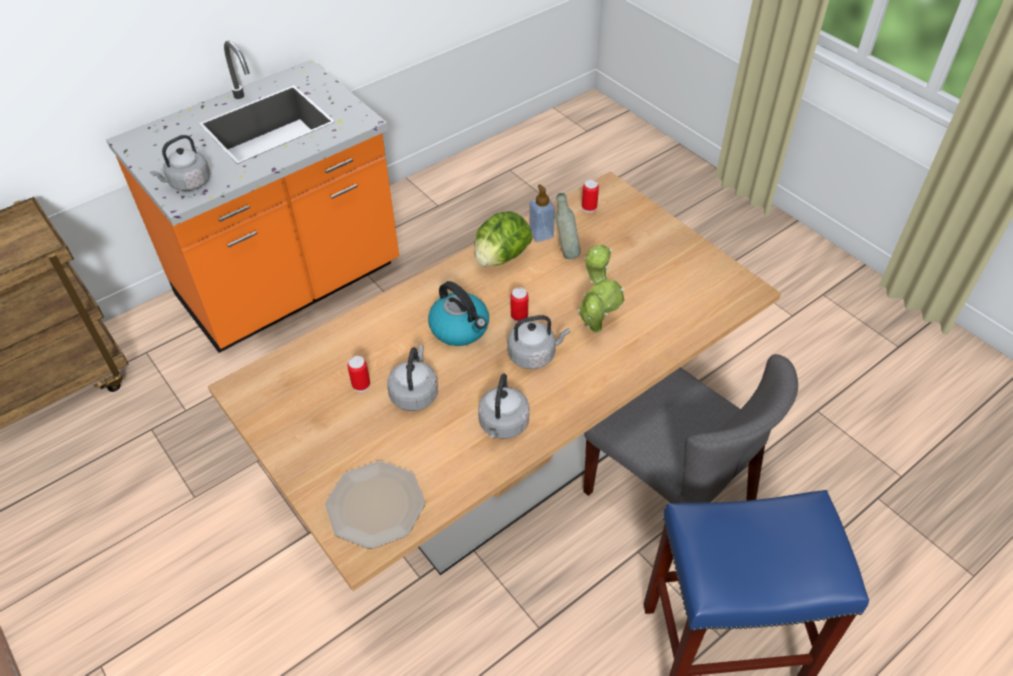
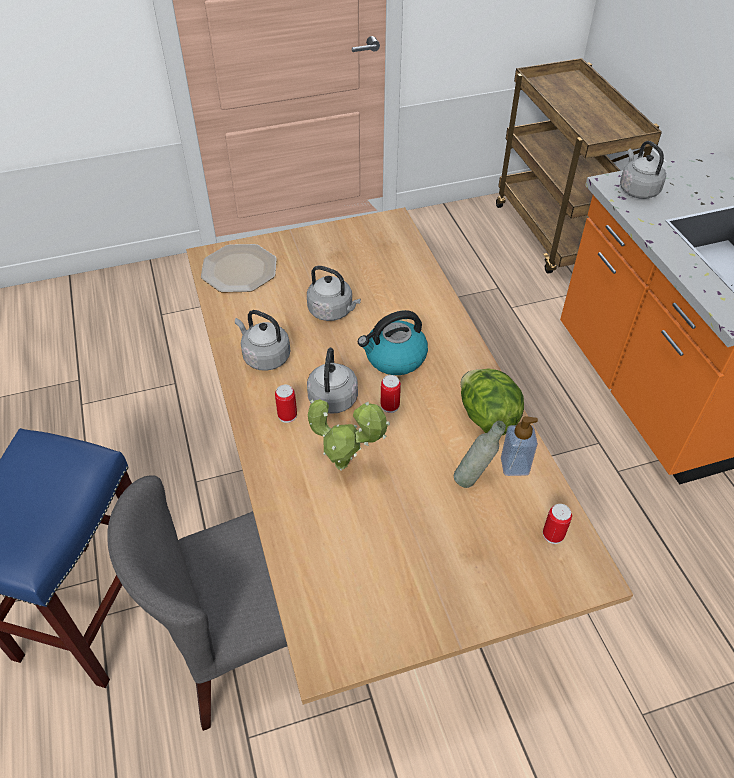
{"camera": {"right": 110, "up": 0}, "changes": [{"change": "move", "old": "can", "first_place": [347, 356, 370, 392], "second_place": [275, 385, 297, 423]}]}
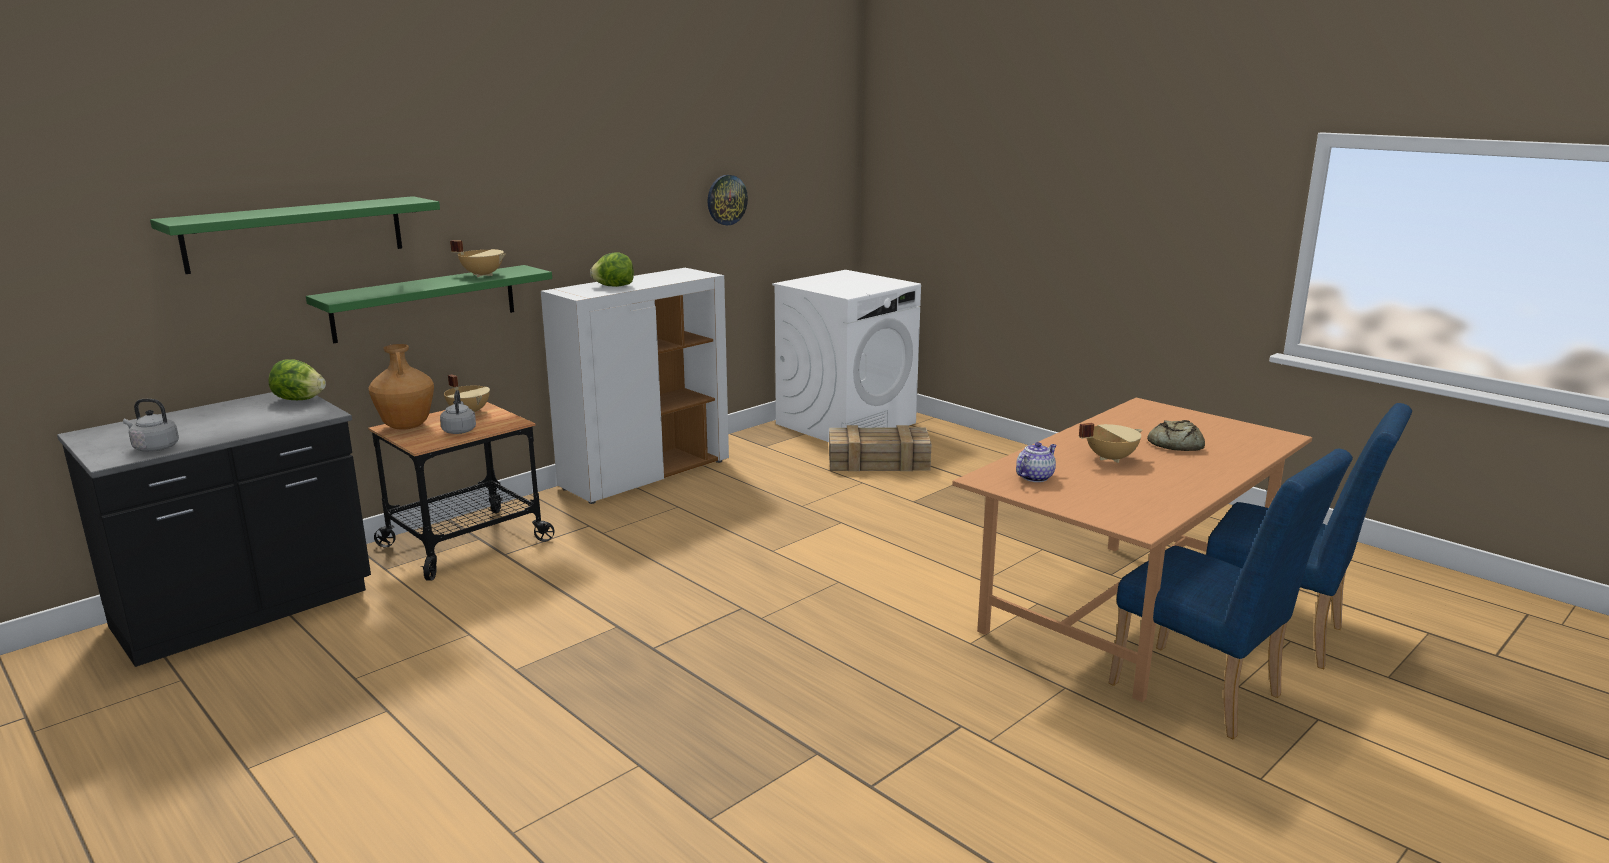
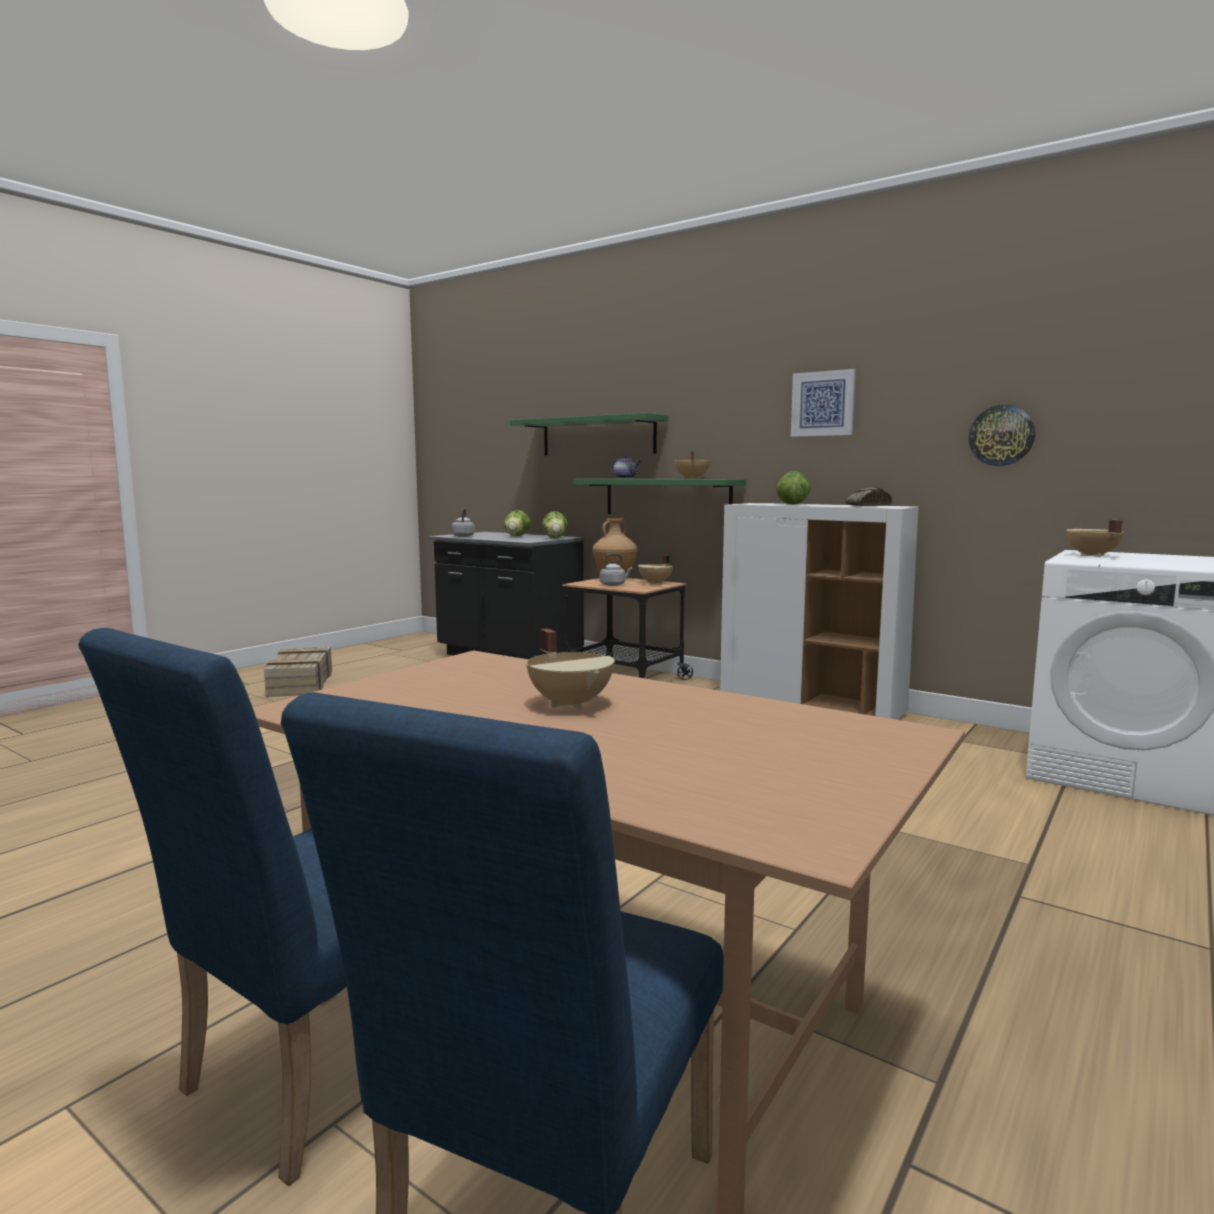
{"camera": {"right": 80, "up": -10}, "changes": [{"change": "insert", "new": "lettuce", "second_place": [504, 510, 531, 536]}, {"change": "insert", "new": "picture", "second_place": [791, 369, 856, 437]}, {"change": "insert", "new": "cooking pot (beige)", "second_place": [1066, 520, 1124, 557]}, {"change": "move", "old": "crate", "first_place": [829, 425, 931, 471], "second_place": [264, 646, 332, 697]}, {"change": "move", "old": "teapot", "first_place": [1016, 442, 1057, 482], "second_place": [609, 455, 641, 479]}, {"change": "move", "old": "bread", "first_place": [1147, 420, 1205, 451], "second_place": [846, 487, 892, 506]}]}
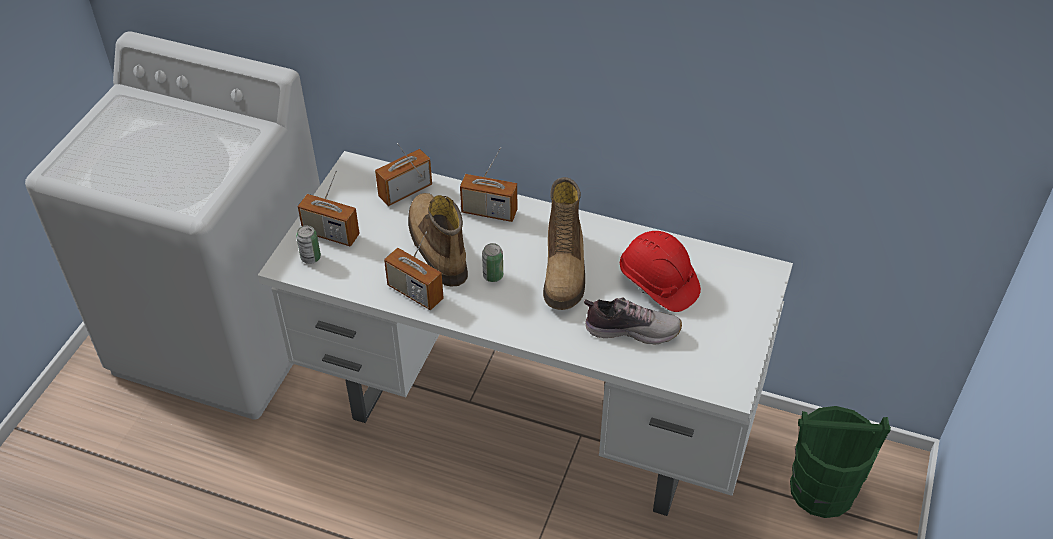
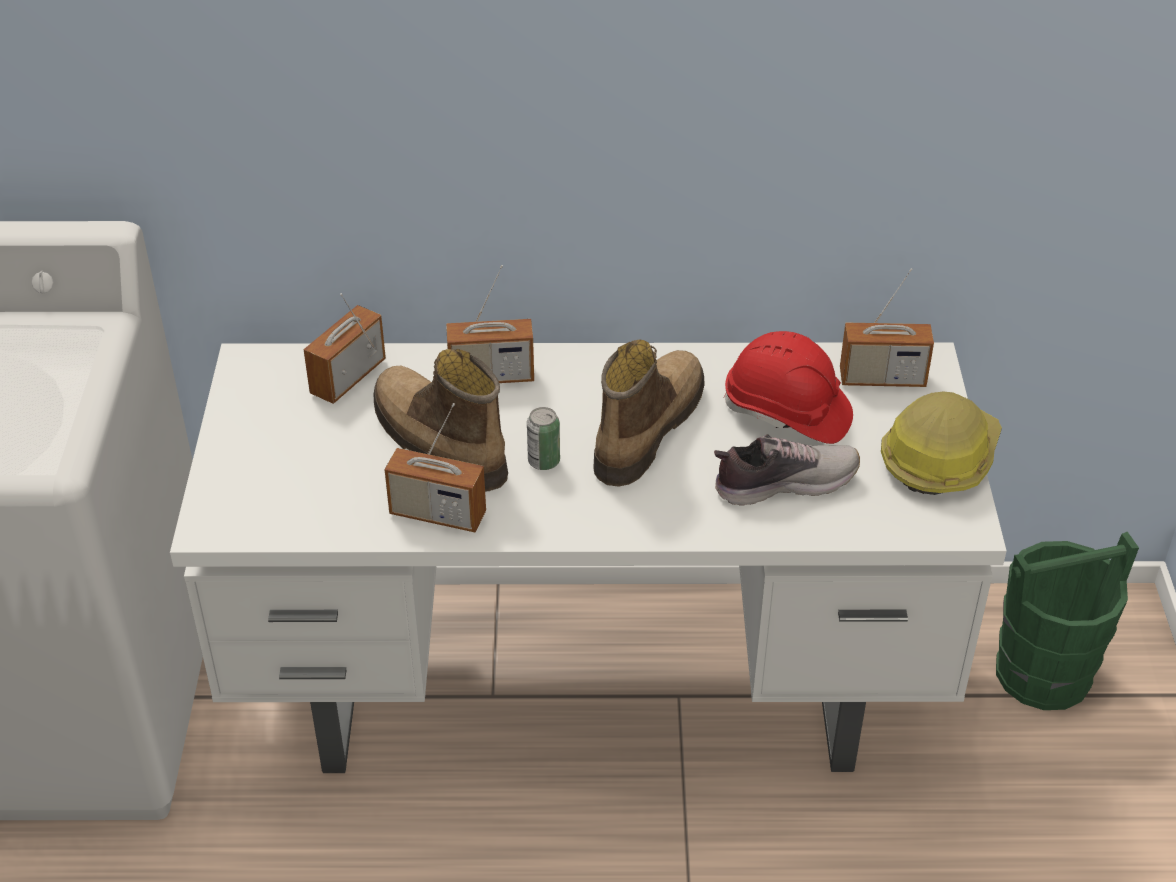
{"camera": {"right": -20, "up": -5}, "changes": [{"change": "delete", "old": "can", "first_place": [296, 225, 321, 264]}, {"change": "insert", "new": "hard hat", "second_place": [881, 392, 1002, 495]}, {"change": "move", "old": "radio", "first_place": [298, 170, 360, 247], "second_place": [840, 268, 934, 387]}, {"change": "rotate", "old": "boot", "first_place": [543, 177, 585, 310], "second_place": [594, 339, 704, 487], "degrees": -135}]}
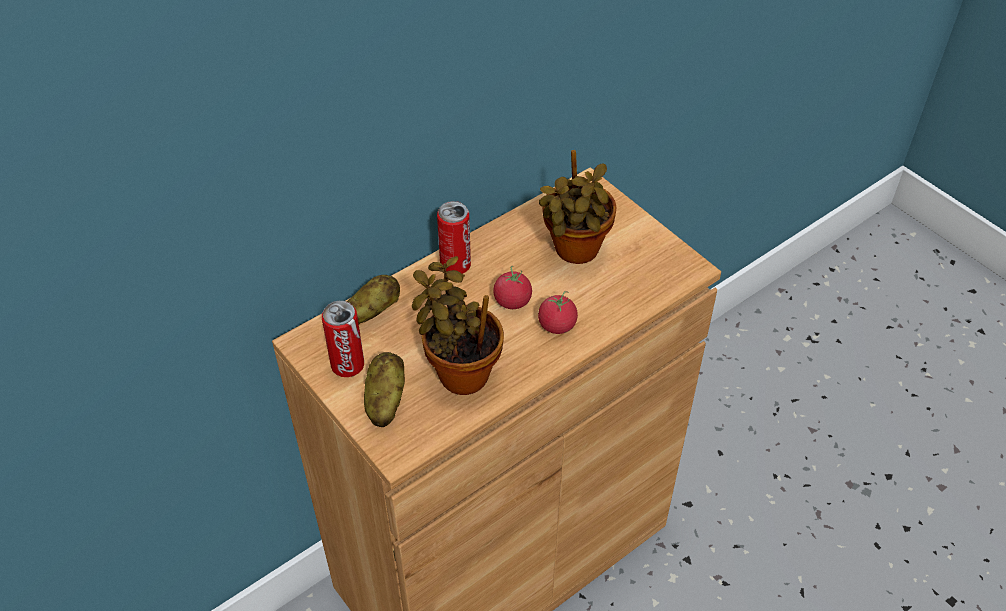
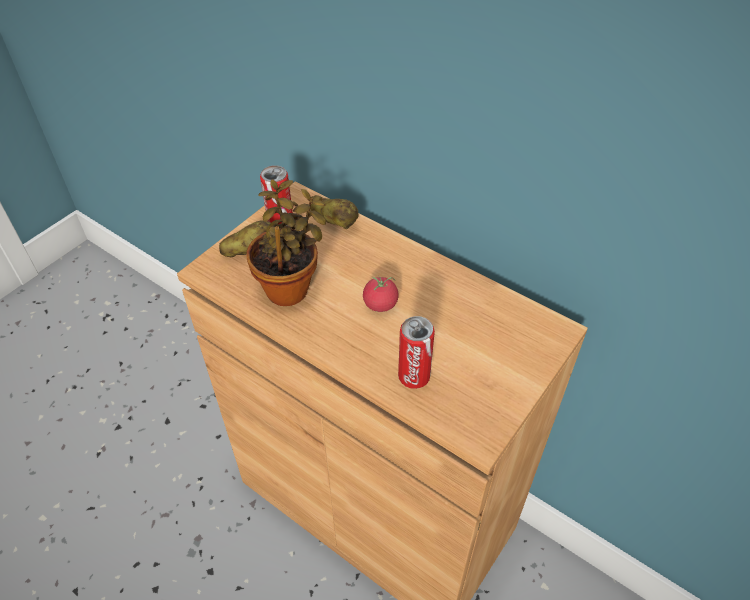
{"camera": {"right": 75, "up": 0}, "changes": [{"change": "delete", "old": "tomato", "first_place": [538, 291, 578, 334]}, {"change": "delete", "old": "potted plant", "first_place": [539, 150, 617, 264]}, {"change": "move", "old": "can", "first_place": [437, 201, 471, 274], "second_place": [398, 316, 435, 389]}]}
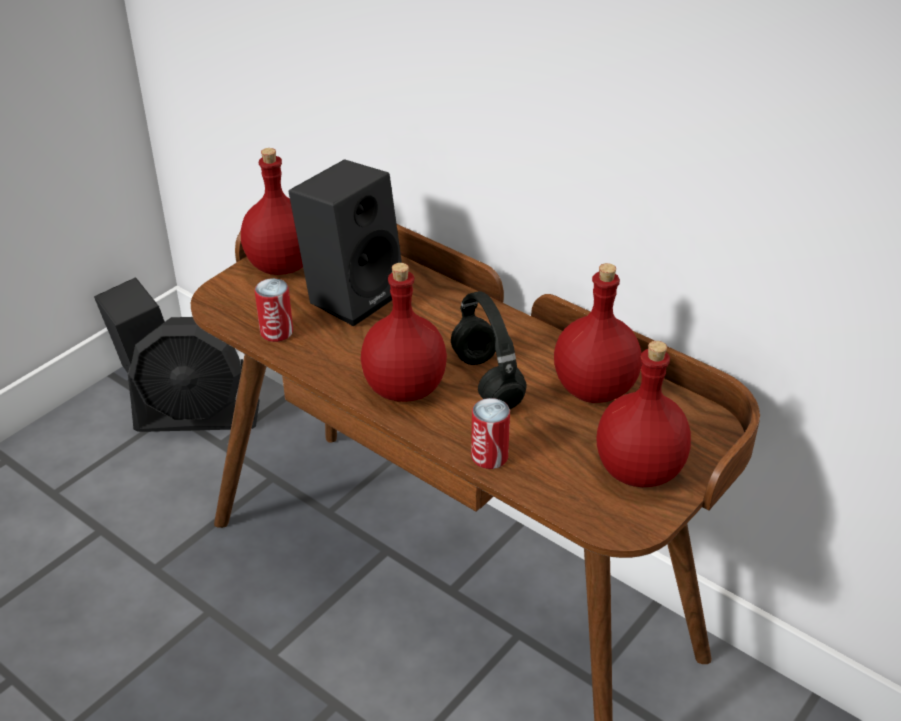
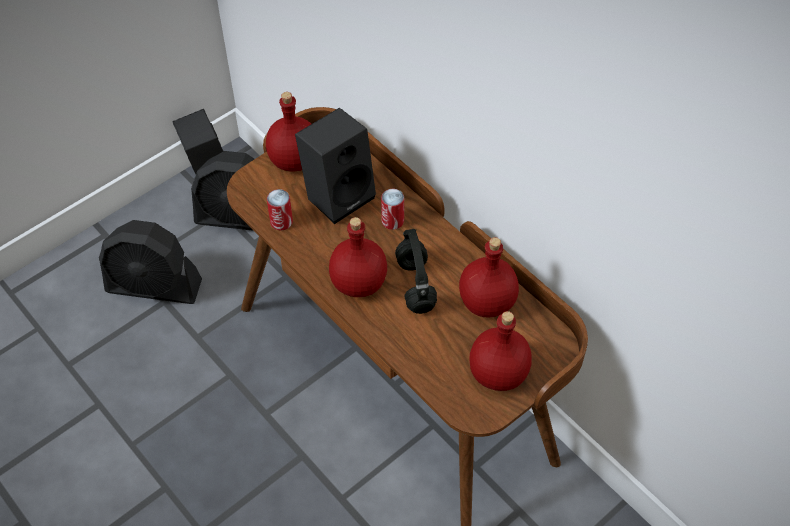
{"camera": {"right": 10, "up": 15}, "changes": [{"change": "insert", "new": "fan (black)", "second_place": [99, 220, 202, 304]}, {"change": "move", "old": "can", "first_place": [471, 398, 510, 469], "second_place": [381, 189, 404, 230]}]}
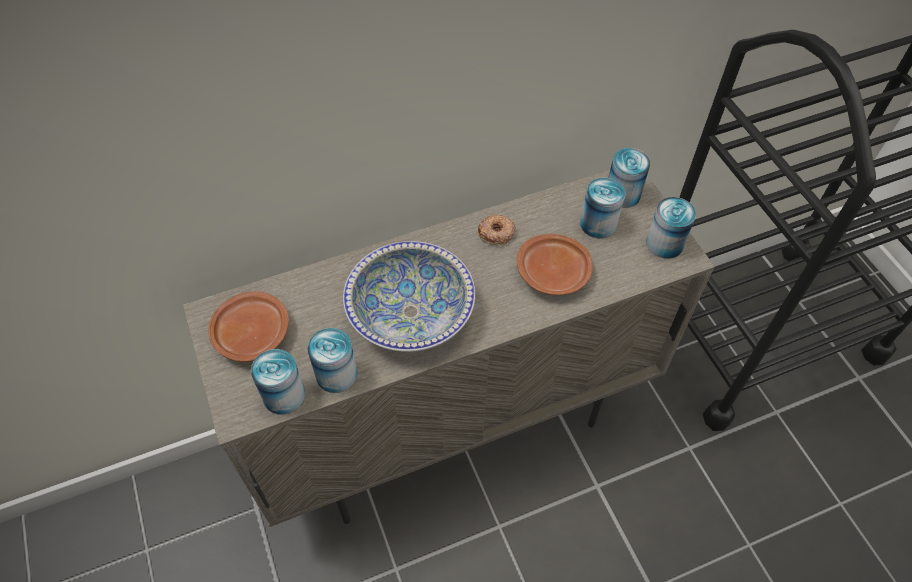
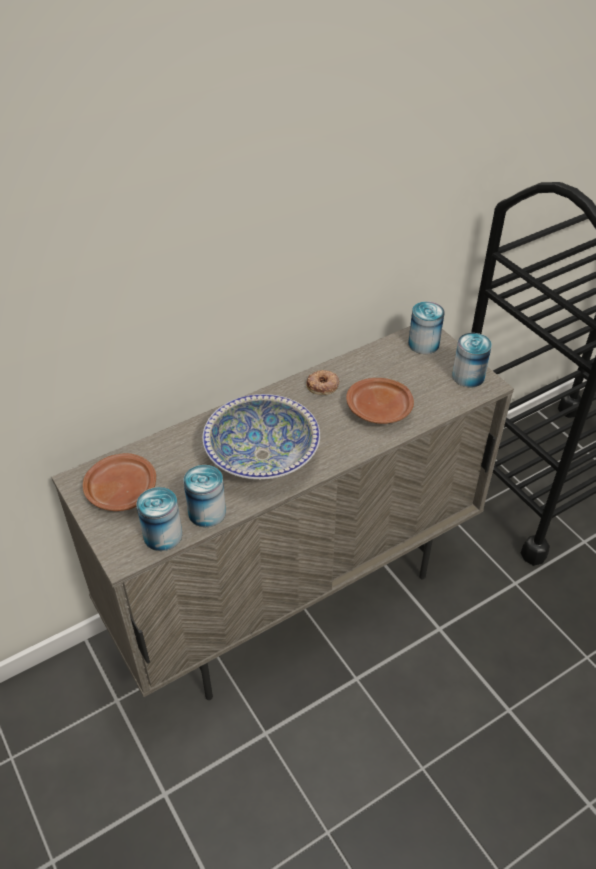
{"camera": {"right": -10, "up": -10}, "changes": [{"change": "delete", "old": "can", "first_place": [580, 178, 625, 239]}]}
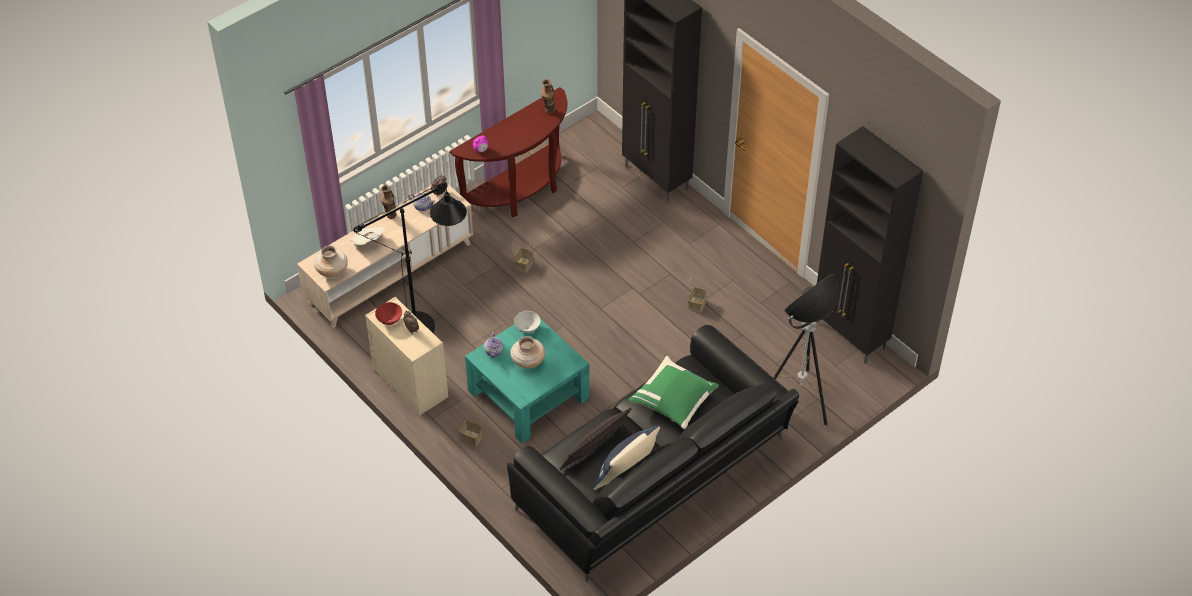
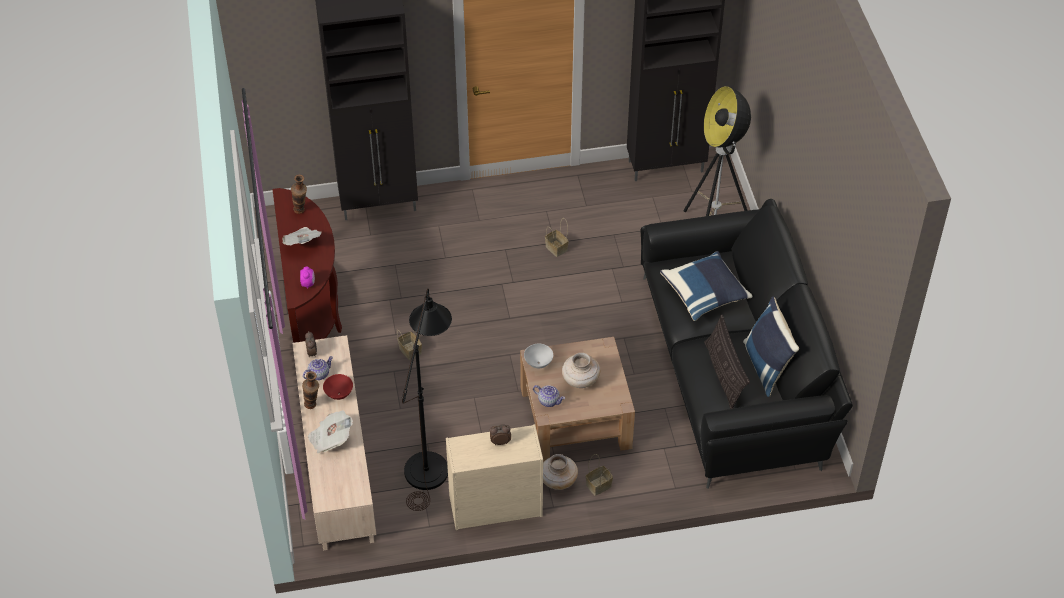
{"camera": {"right": -60, "up": 0}, "changes": [{"change": "insert", "new": "newspaper", "second_place": [282, 227, 322, 245]}, {"change": "move", "old": "vase (beige)", "first_place": [314, 245, 348, 277], "second_place": [543, 454, 578, 490]}, {"change": "move", "old": "bowl (red)", "first_place": [375, 302, 402, 325], "second_place": [323, 374, 353, 400]}, {"change": "recolor", "old": "coffee table (turquoise)", "new": "coffee table (brown)", "first_place": [465, 319, 590, 444], "second_place": [520, 337, 635, 462]}, {"change": "recolor", "old": "pillow (green)", "new": "pillow (blue)", "first_place": [629, 356, 719, 429], "second_place": [660, 251, 753, 321]}]}
